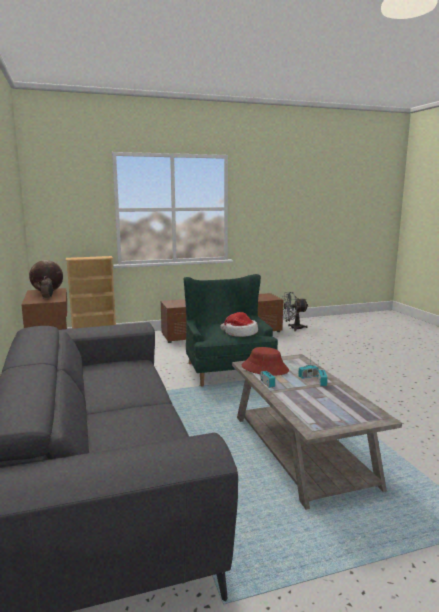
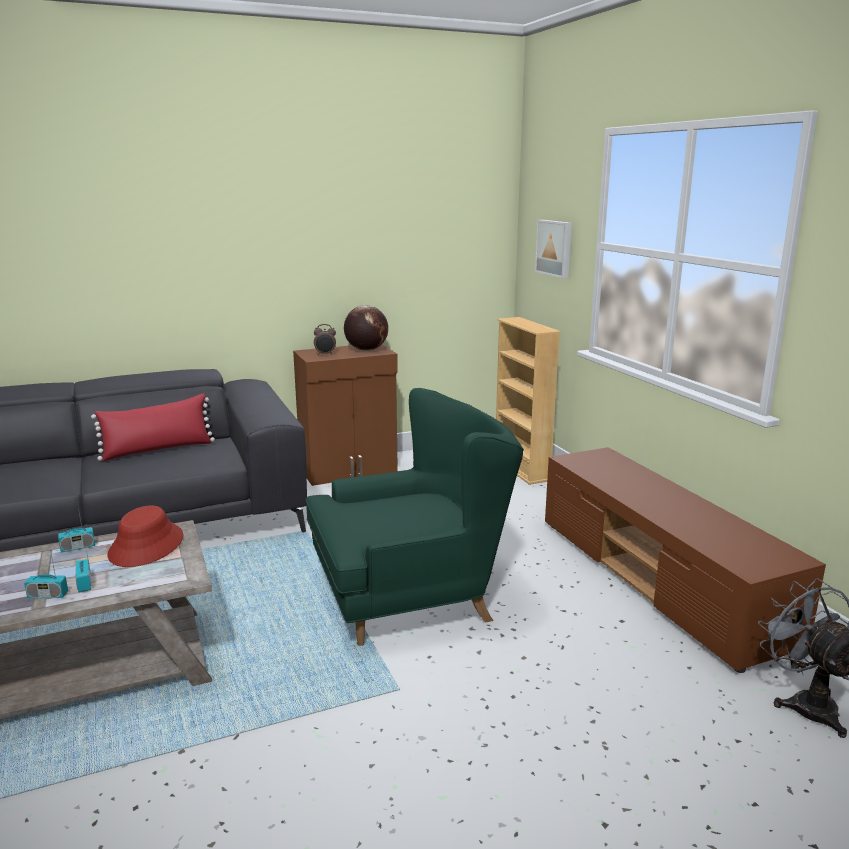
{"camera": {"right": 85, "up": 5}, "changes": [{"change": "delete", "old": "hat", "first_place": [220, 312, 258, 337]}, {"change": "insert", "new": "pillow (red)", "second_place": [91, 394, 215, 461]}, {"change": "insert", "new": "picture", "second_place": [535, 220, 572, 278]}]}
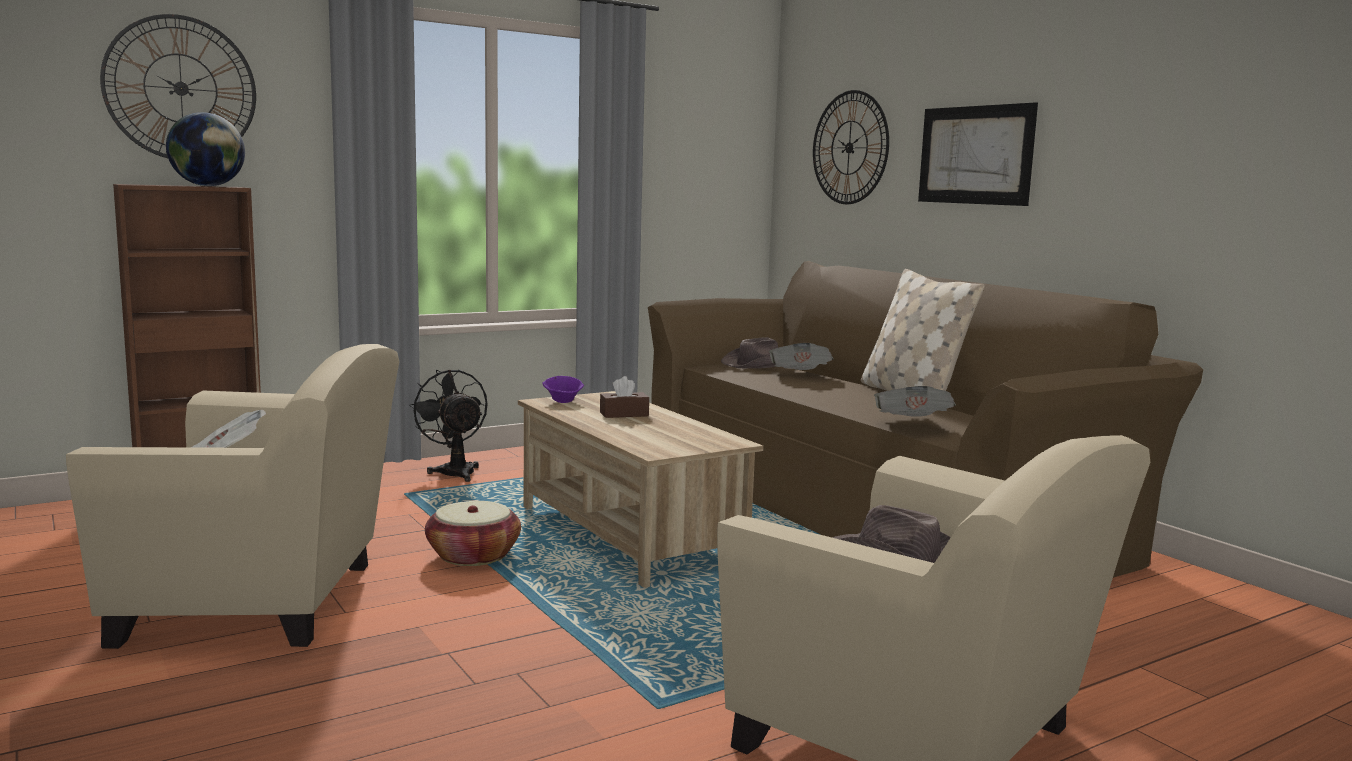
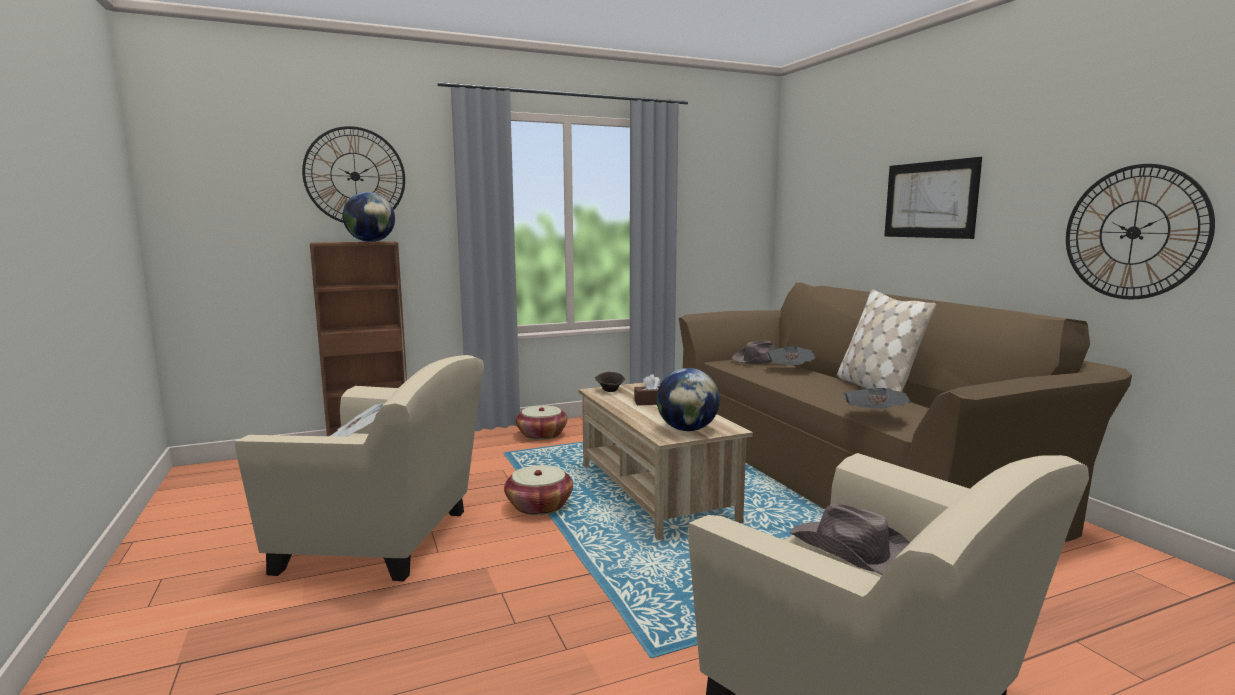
{"camera": {"right": 10, "up": 0}, "changes": [{"change": "insert", "new": "globe", "second_place": [656, 368, 720, 431]}, {"change": "move", "old": "wall clock", "first_place": [813, 90, 889, 204], "second_place": [1066, 164, 1215, 299]}, {"change": "replace", "old": "fan (black)", "new": "basket", "first_place": [409, 369, 488, 482], "second_place": [516, 406, 567, 440]}, {"change": "recolor", "old": "bowl (purple)", "new": "bowl (brown)", "first_place": [542, 376, 584, 403], "second_place": [595, 372, 625, 392]}]}
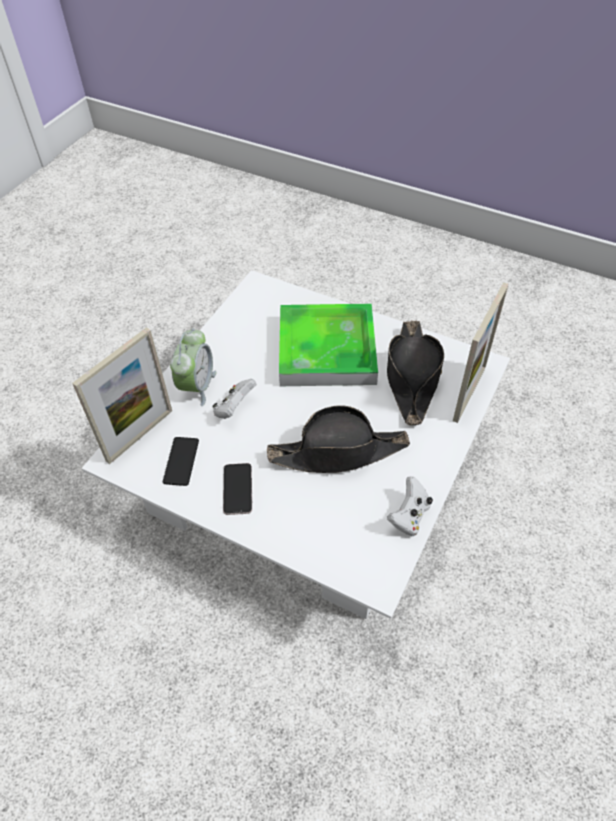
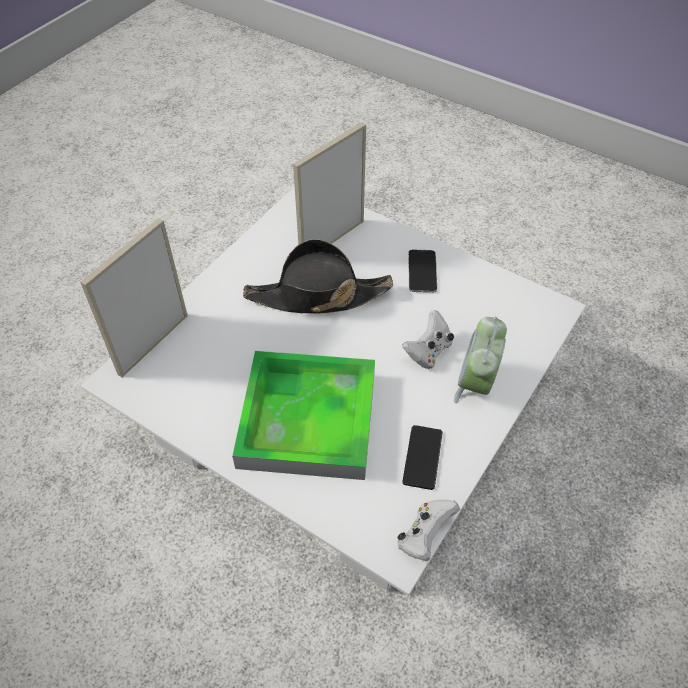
{"camera": {"right": -175, "up": 0}, "changes": [{"change": "delete", "old": "hat (black)", "first_place": [387, 321, 444, 425]}, {"change": "move", "old": "picture frame", "first_place": [72, 327, 172, 464], "second_place": [293, 122, 366, 245]}, {"change": "move", "old": "phone", "first_place": [163, 437, 199, 486], "second_place": [402, 425, 442, 490]}, {"change": "move", "old": "game controller (white)", "first_place": [387, 476, 433, 536], "second_place": [397, 500, 460, 561]}]}
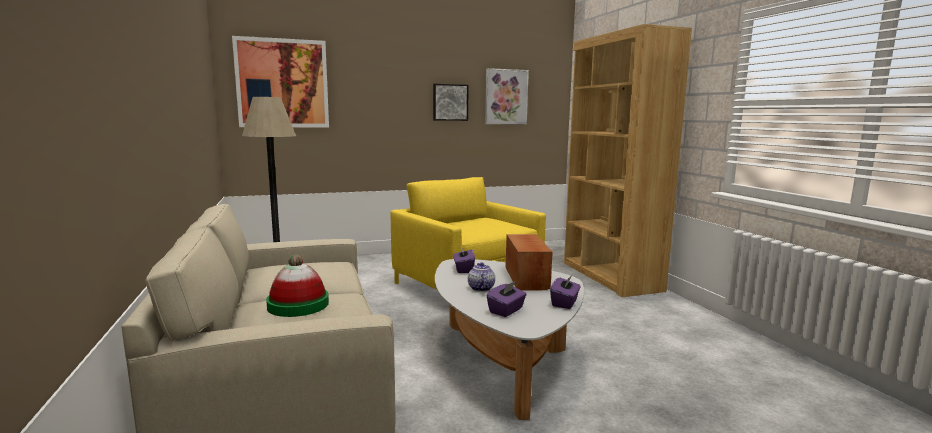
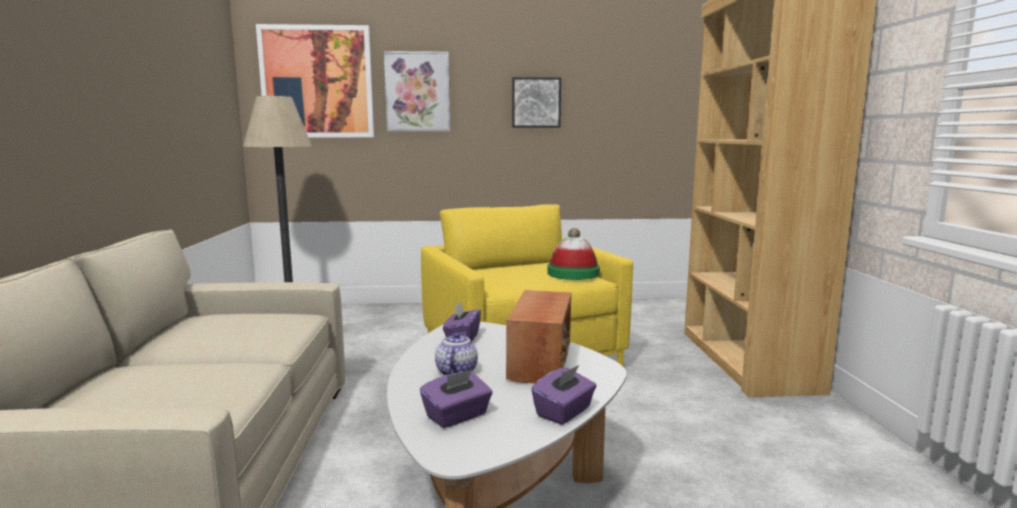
{"camera": {"right": 15, "up": 0}, "changes": [{"change": "move", "old": "hat", "first_place": [266, 254, 329, 317], "second_place": [548, 228, 600, 280]}, {"change": "move", "old": "picture", "first_place": [485, 68, 529, 124], "second_place": [384, 51, 450, 131]}]}
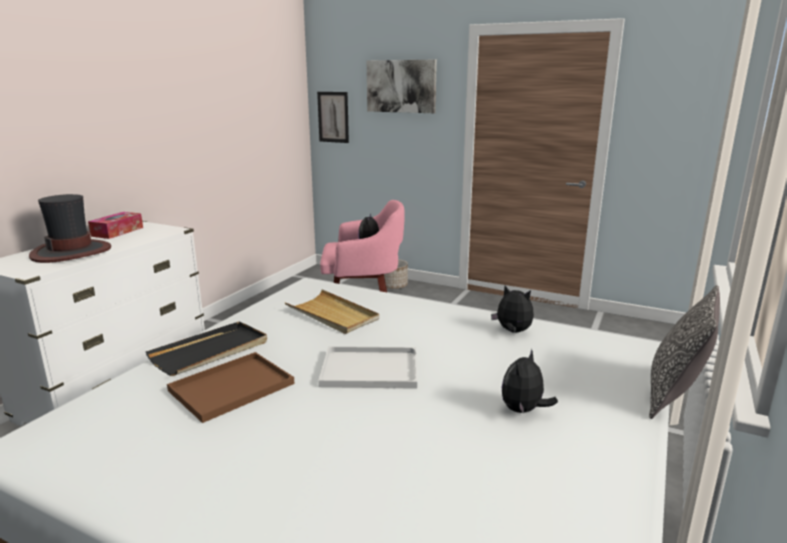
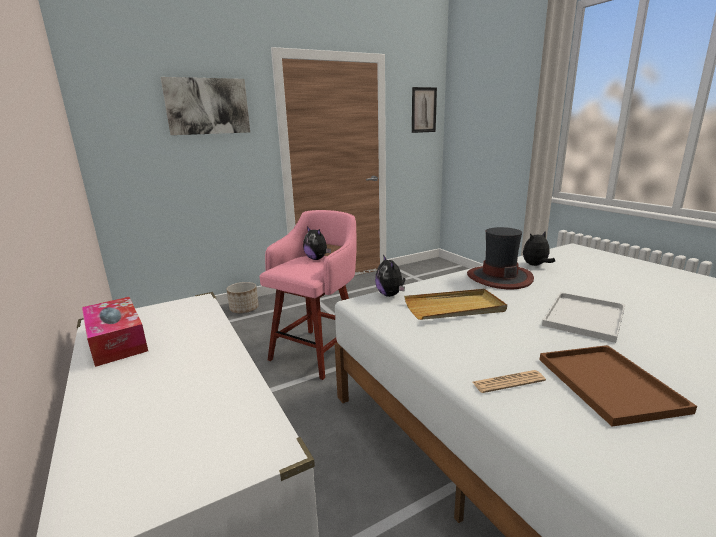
{"camera": {"right": -55, "up": 0}, "changes": [{"change": "delete", "old": "pillow", "first_place": [649, 285, 720, 419]}, {"change": "move", "old": "hat", "first_place": [29, 194, 111, 263], "second_place": [467, 227, 534, 289]}, {"change": "move", "old": "picture", "first_place": [317, 92, 349, 143], "second_place": [412, 87, 437, 133]}, {"change": "move", "old": "plush toy", "first_place": [502, 349, 558, 414], "second_place": [375, 255, 405, 297]}, {"change": "replace", "old": "tray (black)", "new": "newspaper", "first_place": [146, 322, 267, 376], "second_place": [472, 370, 546, 393]}]}
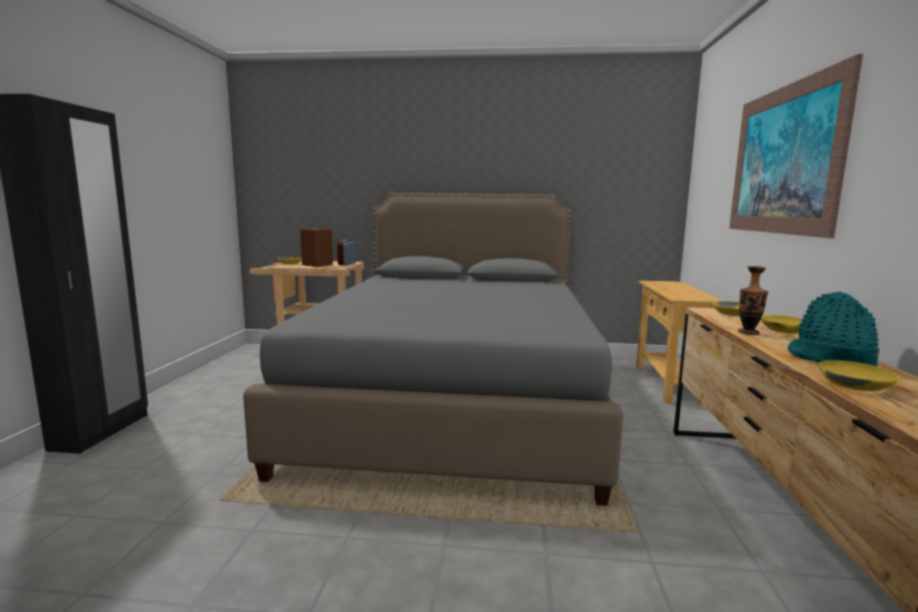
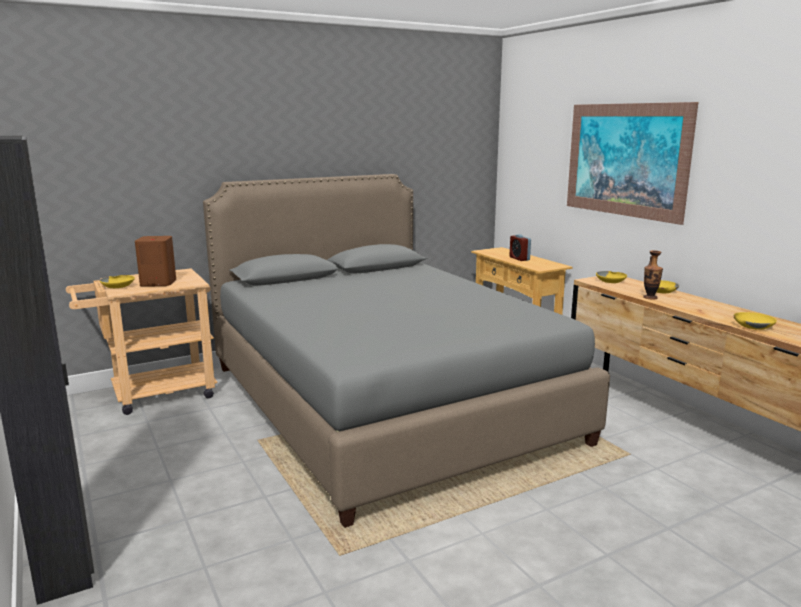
{"camera": {"right": -35, "up": 5}, "changes": [{"change": "delete", "old": "hat (turquoise)", "first_place": [788, 291, 879, 366]}, {"change": "move", "old": "alarm clock", "first_place": [337, 240, 356, 265], "second_place": [509, 234, 531, 261]}]}
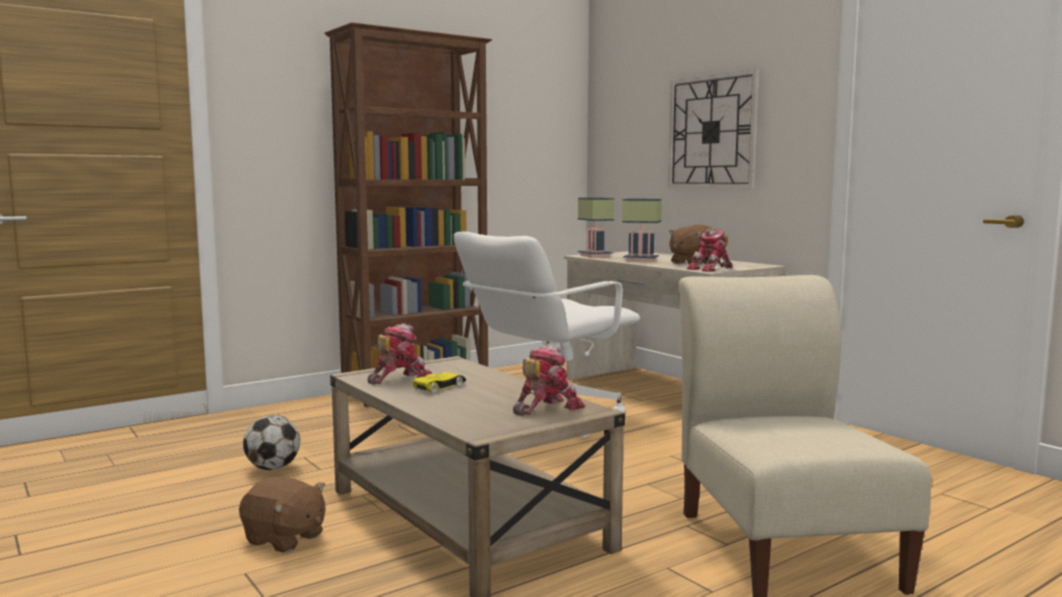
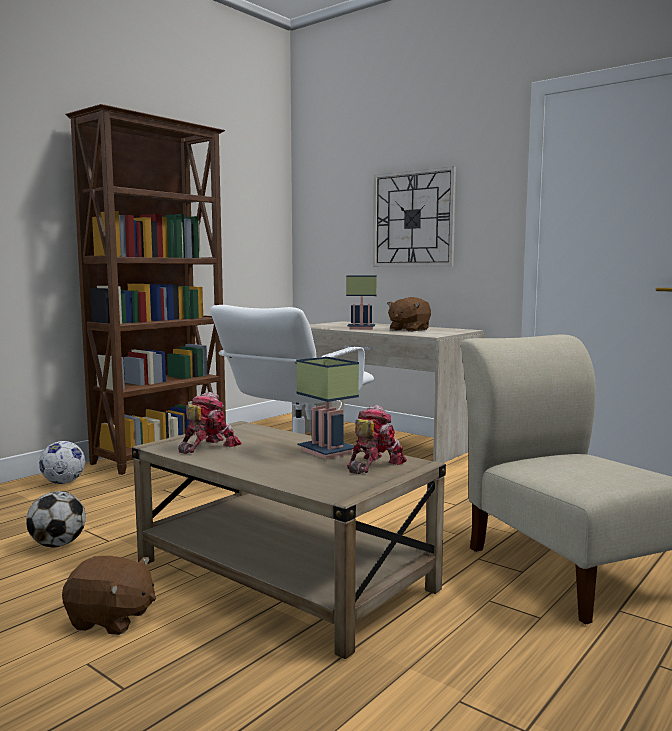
{"camera": {"right": -15, "up": 0}, "changes": [{"change": "delete", "old": "toy car (yellow)", "first_place": [413, 372, 466, 393]}, {"change": "delete", "old": "toy robot", "first_place": [687, 228, 733, 272]}, {"change": "insert", "new": "football", "second_place": [39, 441, 85, 484]}, {"change": "move", "old": "table lamp", "first_place": [578, 198, 614, 258], "second_place": [296, 357, 359, 459]}]}
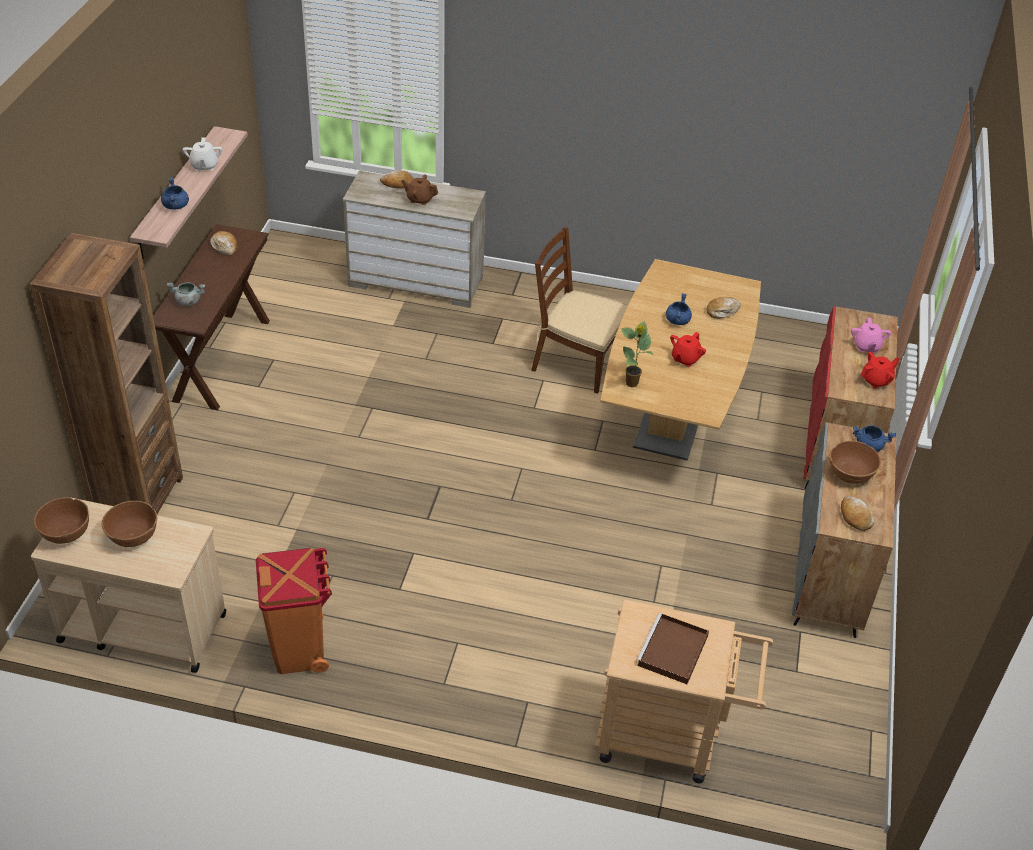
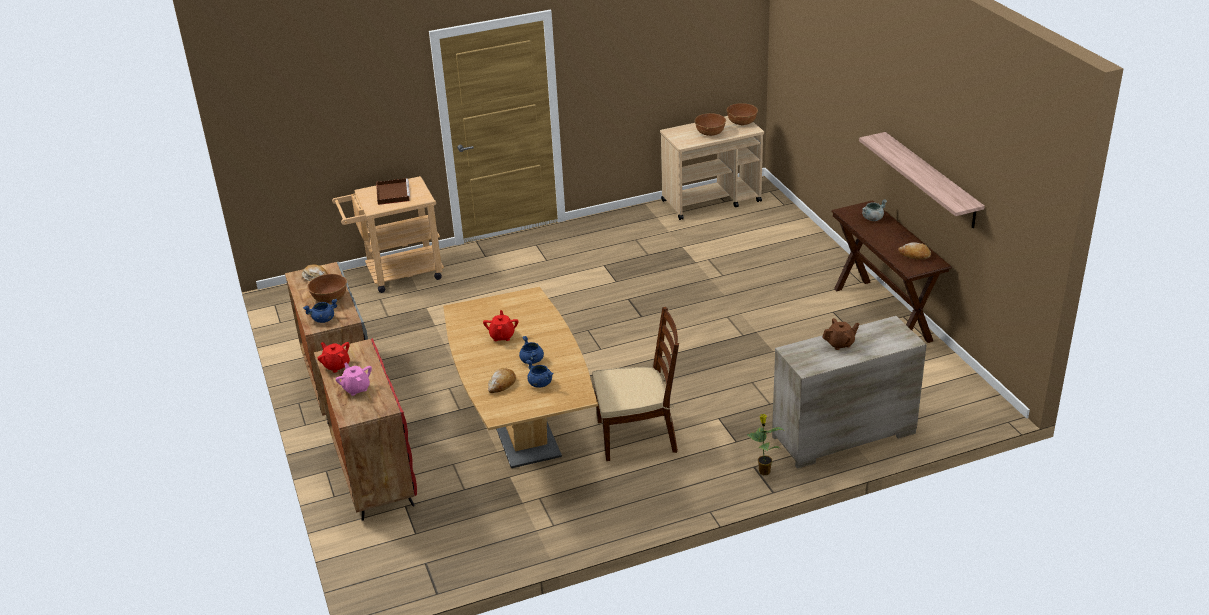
{"camera": {"right": 150, "up": -10}, "changes": [{"change": "delete", "old": "bookcase (brown)", "first_place": [30, 233, 183, 514]}, {"change": "delete", "old": "teapot (white)", "first_place": [183, 138, 223, 171]}, {"change": "delete", "old": "trash can (orange)", "first_place": [256, 548, 332, 674]}, {"change": "delete", "old": "bread", "first_place": [380, 170, 414, 189]}, {"change": "move", "old": "cooking pot (blue)", "first_place": [161, 178, 189, 210], "second_place": [526, 360, 553, 388]}, {"change": "move", "old": "potted plant", "first_place": [621, 321, 653, 387], "second_place": [747, 414, 784, 475]}, {"change": "rotate", "old": "teapot (red)", "first_place": [860, 352, 899, 388], "second_place": [318, 342, 350, 373], "degrees": 105}]}
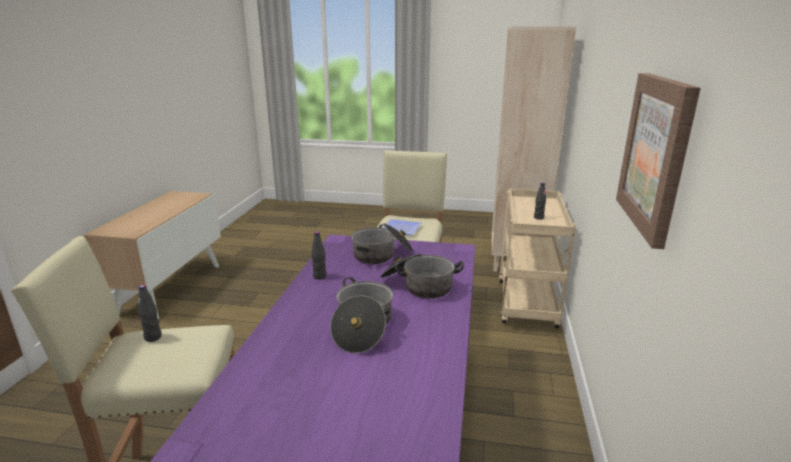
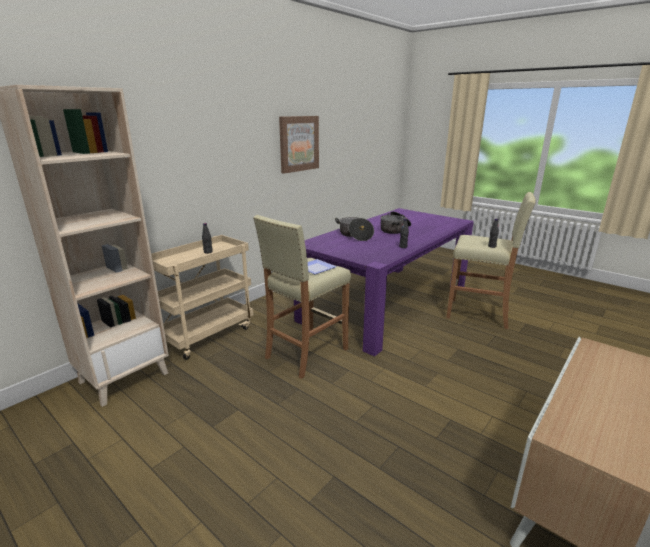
{"camera": {"right": -150, "up": 0}, "changes": [{"change": "delete", "old": "cooking pot", "first_place": [351, 223, 414, 264]}]}
